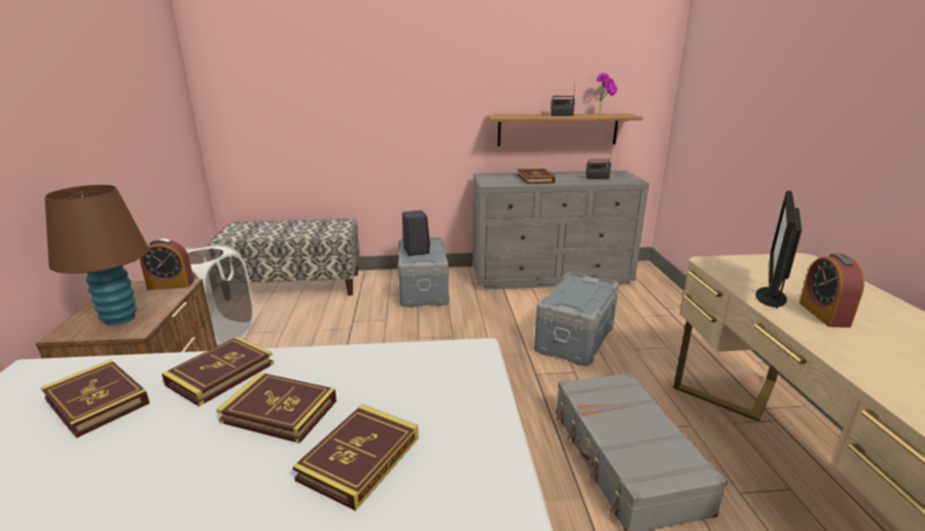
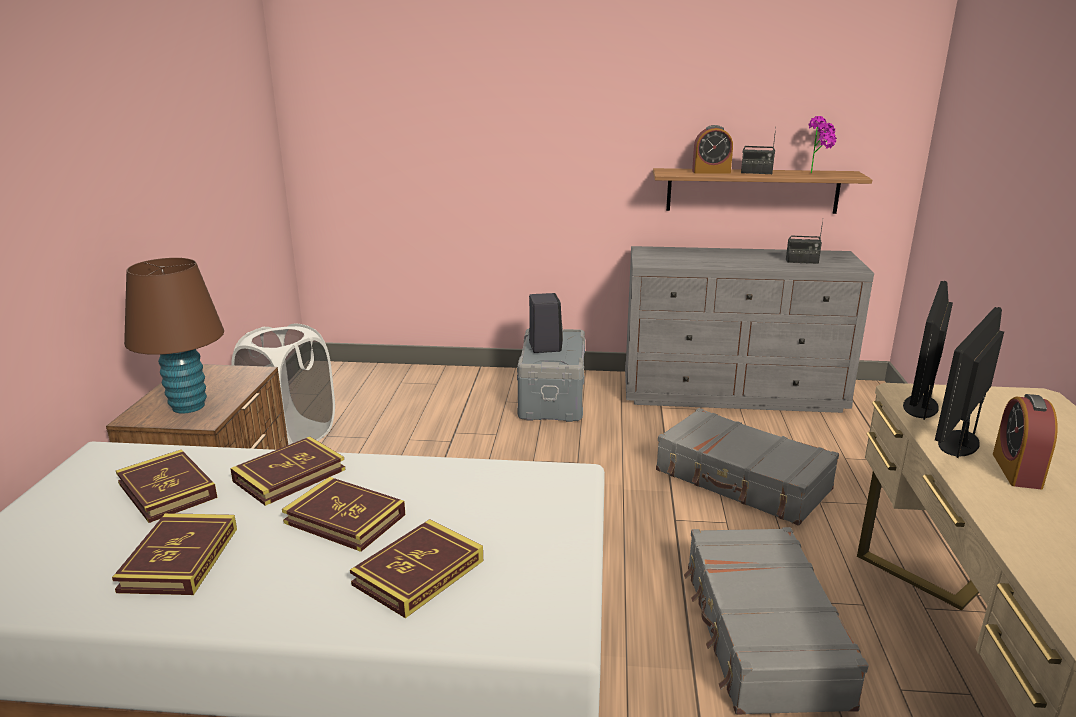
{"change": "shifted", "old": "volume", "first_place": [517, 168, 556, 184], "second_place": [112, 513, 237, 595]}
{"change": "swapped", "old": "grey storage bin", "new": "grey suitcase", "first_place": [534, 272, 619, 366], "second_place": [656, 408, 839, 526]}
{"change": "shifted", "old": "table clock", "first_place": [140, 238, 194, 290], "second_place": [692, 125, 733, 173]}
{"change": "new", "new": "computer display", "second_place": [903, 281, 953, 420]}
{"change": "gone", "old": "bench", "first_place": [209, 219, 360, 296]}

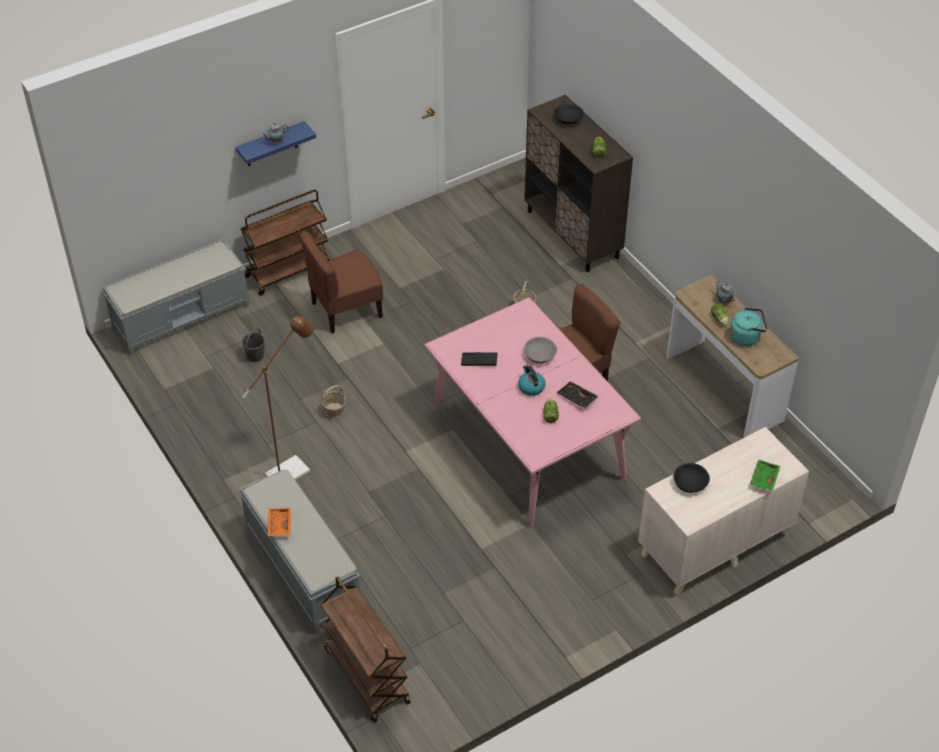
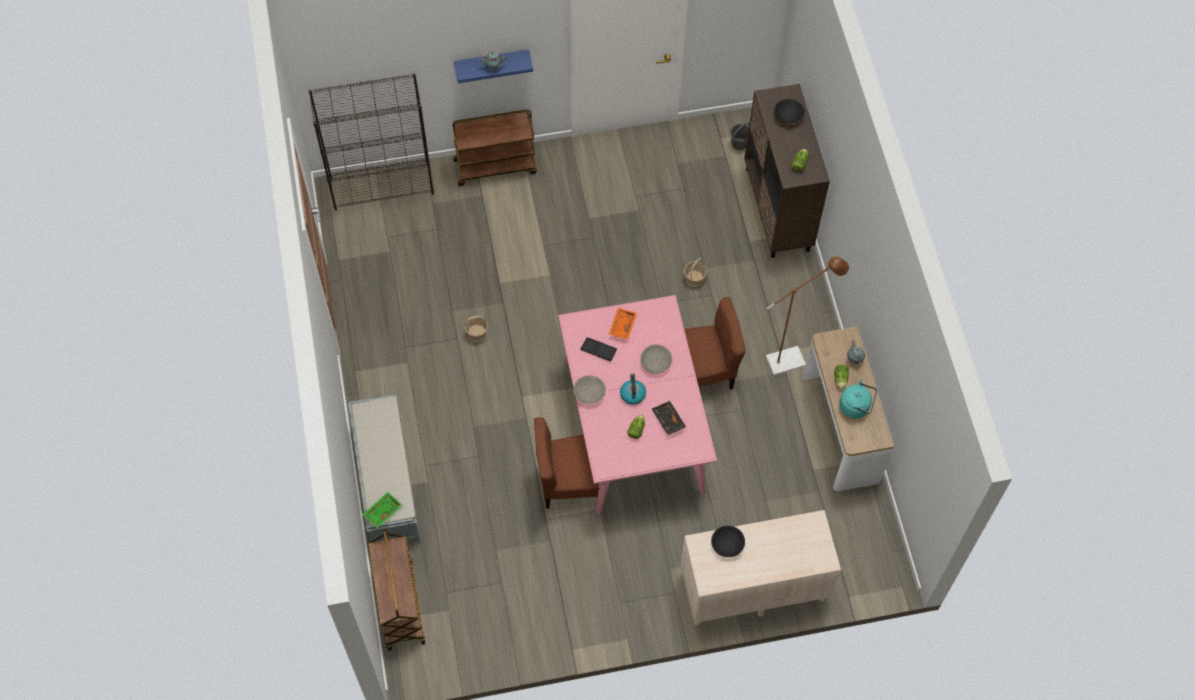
{"change": "swapped", "old": "grey bench", "new": "blackish shelving unit", "first_place": [102, 239, 249, 356], "second_place": [309, 74, 434, 211]}
{"change": "shifted", "old": "green-coloured serving tray", "first_place": [750, 459, 781, 491], "second_place": [362, 492, 402, 528]}
{"change": "shifted", "old": "brown-coloured upright chair", "first_place": [300, 232, 383, 333], "second_place": [534, 417, 600, 509]}
{"change": "new", "new": "grey deep dish", "second_place": [573, 376, 606, 404]}
{"change": "shifted", "old": "orange serving tray", "first_place": [267, 508, 291, 536], "second_place": [608, 308, 637, 340]}
{"change": "shifted", "old": "grey water bucket", "first_place": [242, 328, 265, 362], "second_place": [730, 122, 750, 150]}
{"change": "shifted", "old": "brown-coloured standard lamp", "first_place": [242, 316, 314, 480], "second_place": [766, 256, 849, 375]}

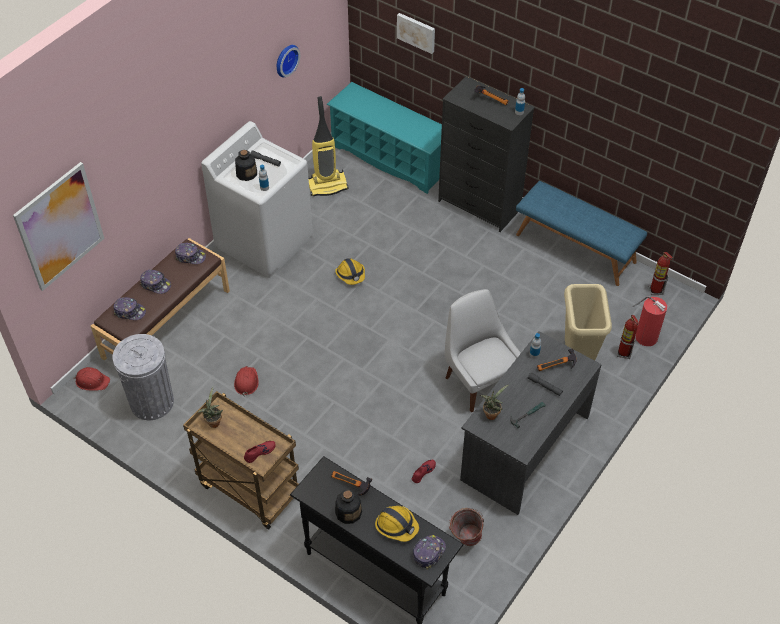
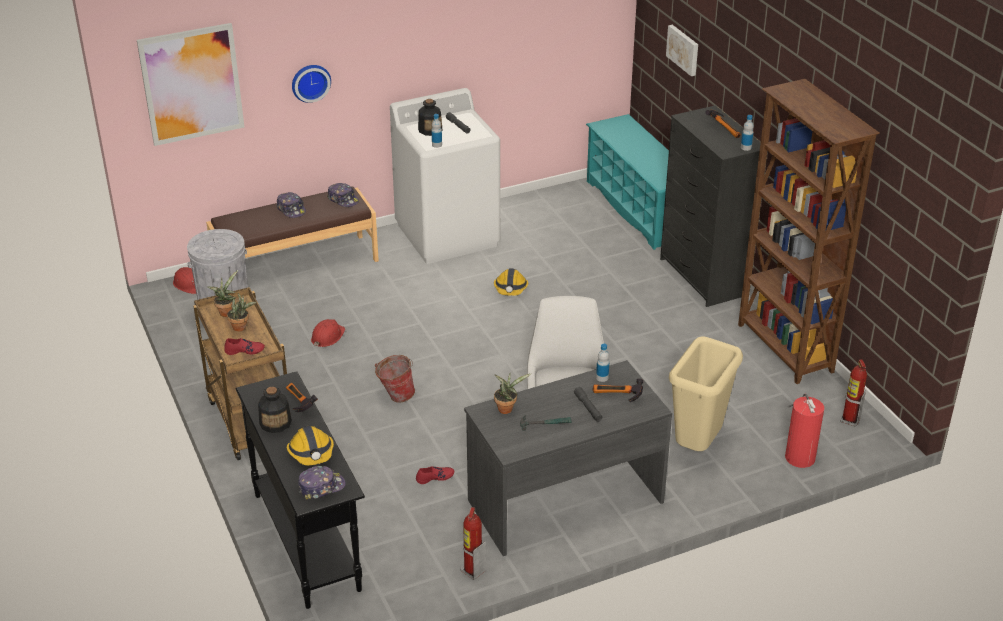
{"change": "new", "new": "plant in a pot", "second_place": [227, 293, 256, 332]}
{"change": "shifted", "old": "wall clock", "first_place": [277, 45, 300, 77], "second_place": [292, 65, 331, 103]}
{"change": "shifted", "old": "water bucket", "first_place": [449, 508, 484, 546], "second_place": [375, 355, 415, 402]}
{"change": "shifted", "old": "extinguisher", "first_place": [617, 315, 639, 359], "second_place": [460, 507, 486, 580]}
{"change": "swapped", "old": "blue bench", "new": "brown-coloured shelving unit", "first_place": [516, 181, 647, 286], "second_place": [738, 79, 880, 384]}
{"change": "gone", "old": "peaked cap", "first_place": [114, 297, 146, 320]}
{"change": "gone", "old": "vacuum cleaner", "first_place": [309, 96, 349, 196]}

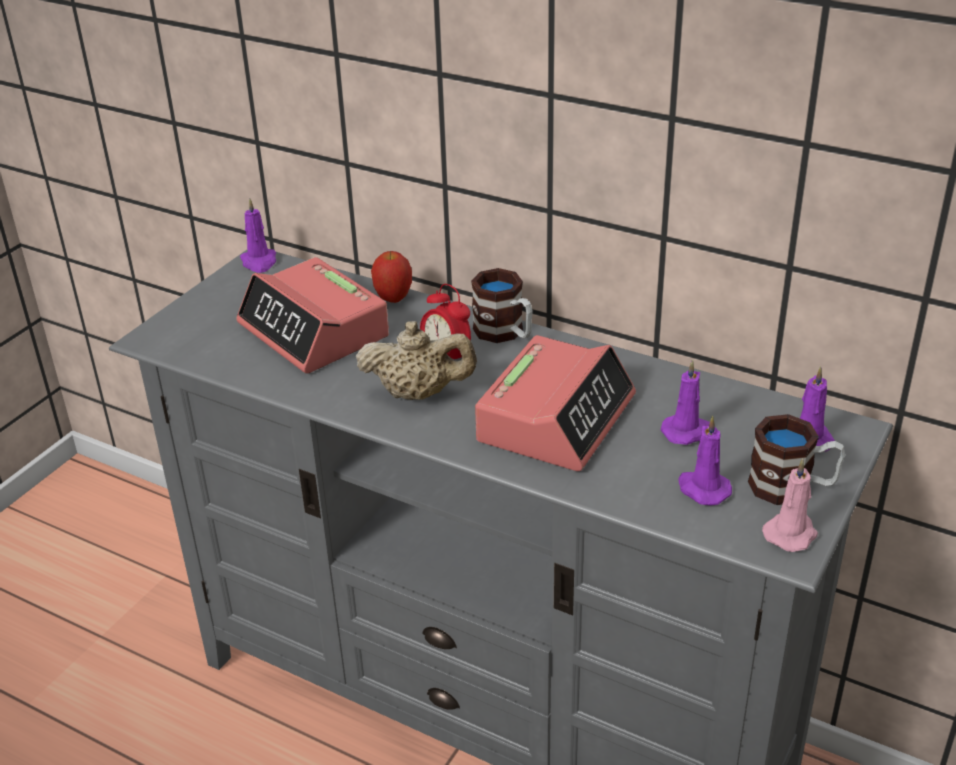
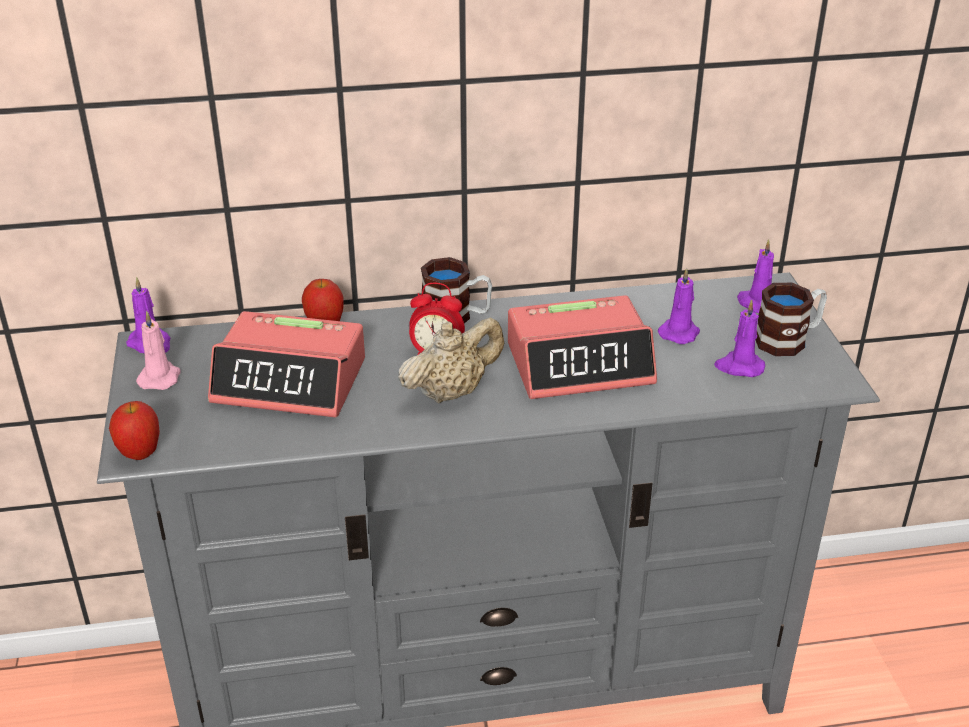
{"change": "new", "new": "apple fruit", "second_place": [109, 401, 160, 460]}
{"change": "shifted", "old": "pink-coloured candle", "first_place": [762, 459, 818, 552], "second_place": [136, 311, 181, 390]}
{"change": "rotated", "old": "table clock", "first_place": [475, 335, 636, 471], "second_place": [508, 295, 657, 399], "degrees": 90}

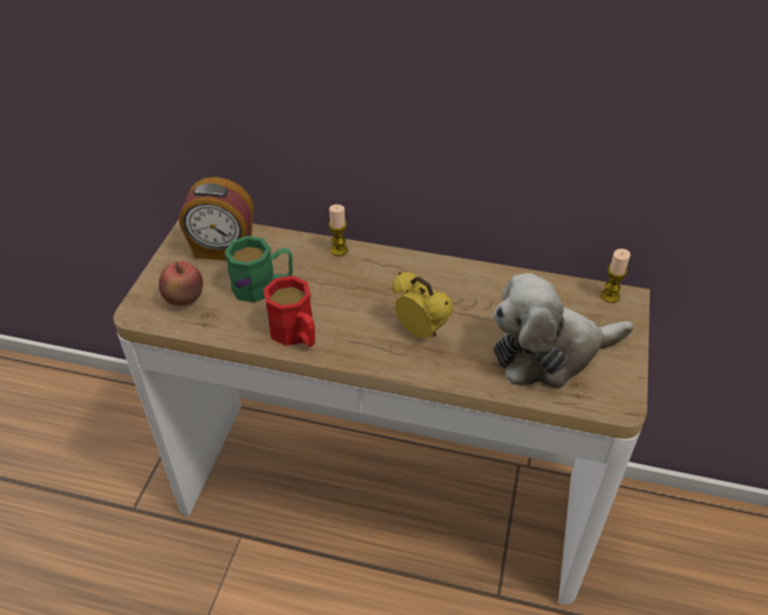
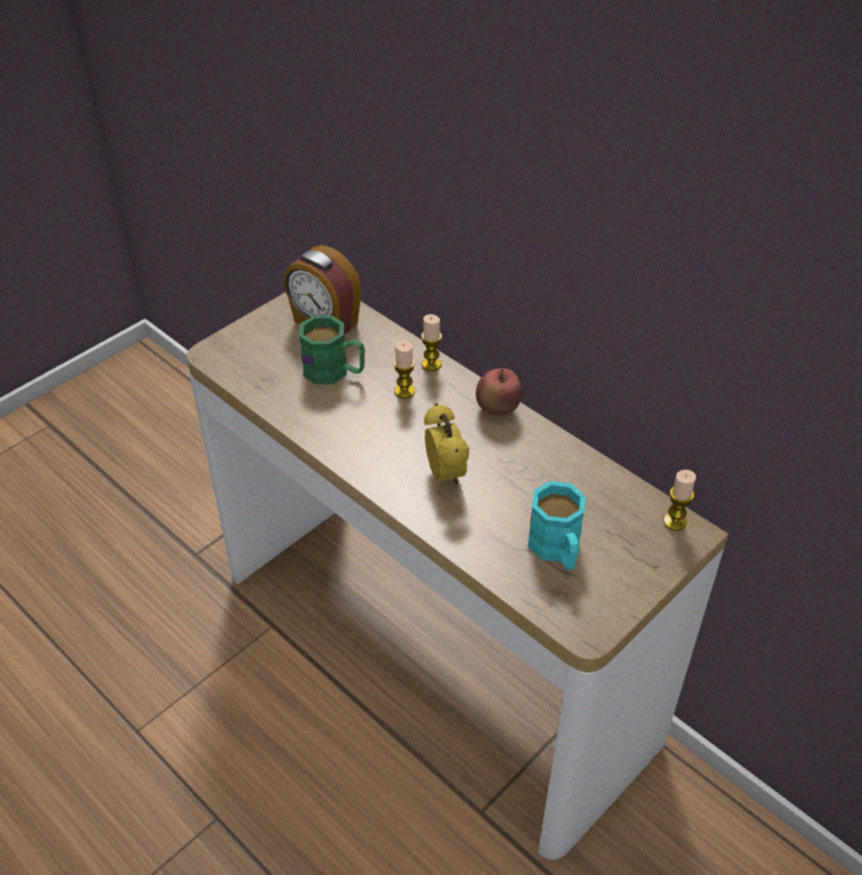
{"change": "new", "new": "candle", "second_place": [394, 340, 415, 399]}
{"change": "shifted", "old": "apple fruit", "first_place": [159, 261, 203, 306], "second_place": [476, 368, 523, 416]}
{"change": "swapped", "old": "cuddly toy", "new": "turquoise-coloured coffee mug", "first_place": [493, 273, 634, 388], "second_place": [528, 481, 586, 570]}
{"change": "gone", "old": "red-coloured coffee mug", "first_place": [263, 276, 315, 347]}

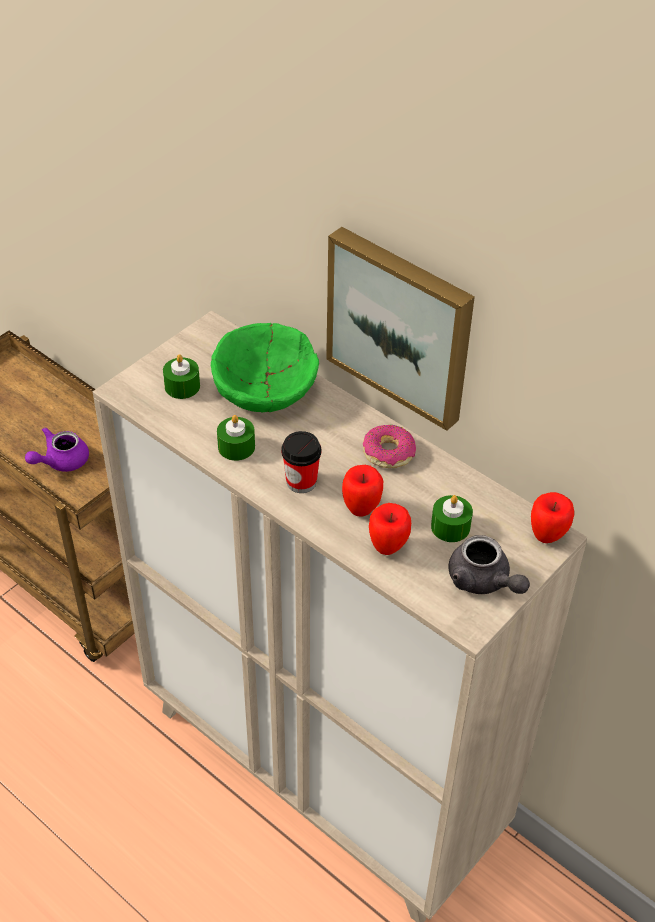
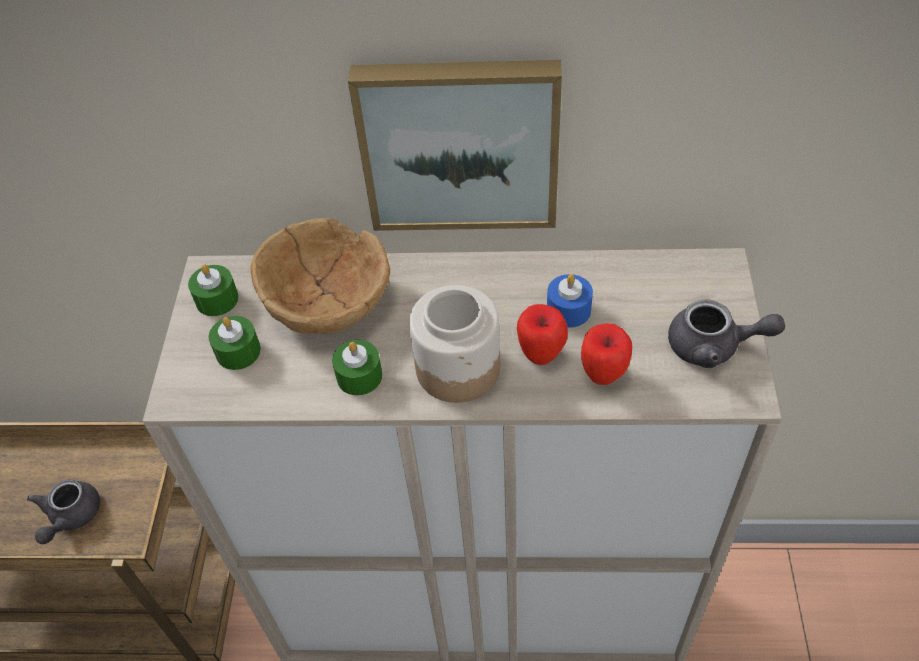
{"change": "repainted", "old": "purple-coloured pot for tea", "new": "grey pot for tea", "first_place": [25, 427, 89, 472], "second_place": [27, 479, 100, 544]}
{"change": "shifted", "old": "green-coloured candle", "first_place": [431, 495, 473, 542], "second_place": [188, 264, 239, 316]}
{"change": "repainted", "old": "green-coloured deep dish", "new": "brown-coloured deep dish", "first_place": [211, 323, 319, 412], "second_place": [250, 218, 390, 334]}
{"change": "swapped", "old": "small cup", "new": "storage jar", "first_place": [281, 431, 321, 493], "second_place": [409, 285, 500, 403]}
{"change": "new", "new": "blue candle", "second_place": [547, 274, 593, 328]}
{"change": "gone", "old": "doughnut", "first_place": [363, 425, 416, 468]}
{"change": "gone", "old": "apple fruit", "first_place": [531, 492, 574, 543]}

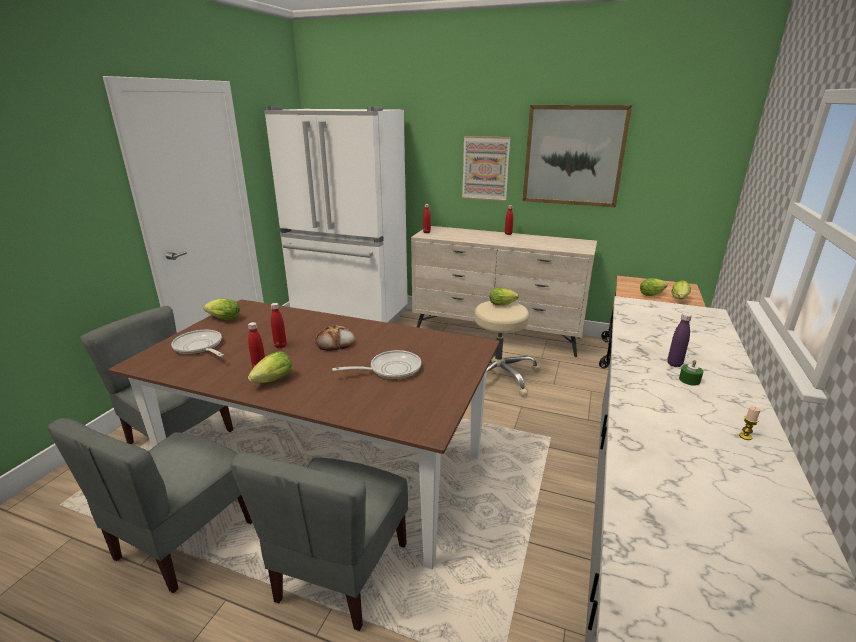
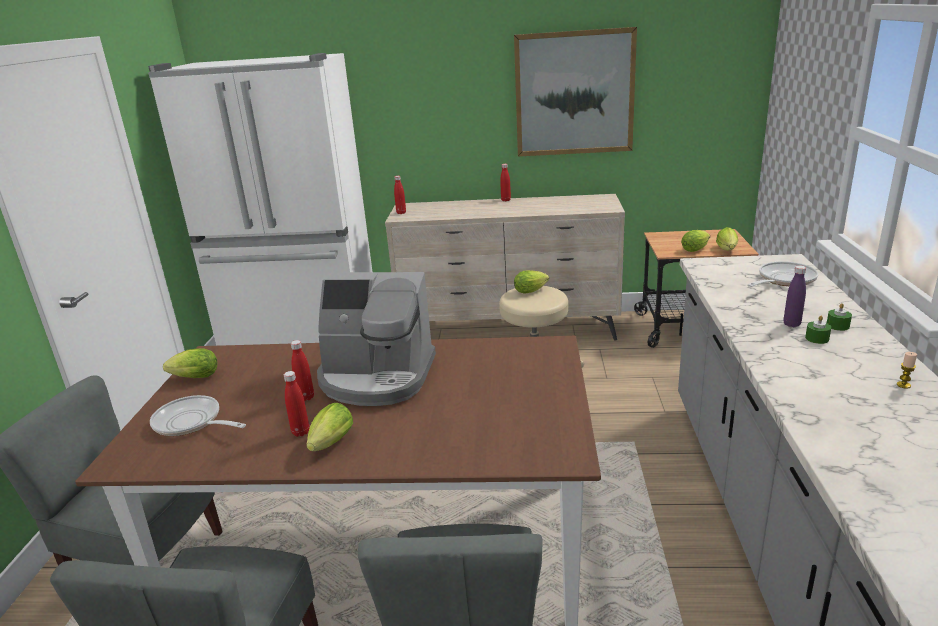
{"change": "swapped", "old": "bakery bread", "new": "coffee maker", "first_place": [315, 324, 355, 351], "second_place": [317, 272, 436, 406]}
{"change": "shifted", "old": "frying pan", "first_place": [332, 350, 421, 379], "second_place": [747, 261, 818, 287]}
{"change": "new", "new": "green-coloured candle", "second_place": [827, 303, 852, 331]}
{"change": "gone", "old": "wall art", "first_place": [462, 136, 511, 201]}

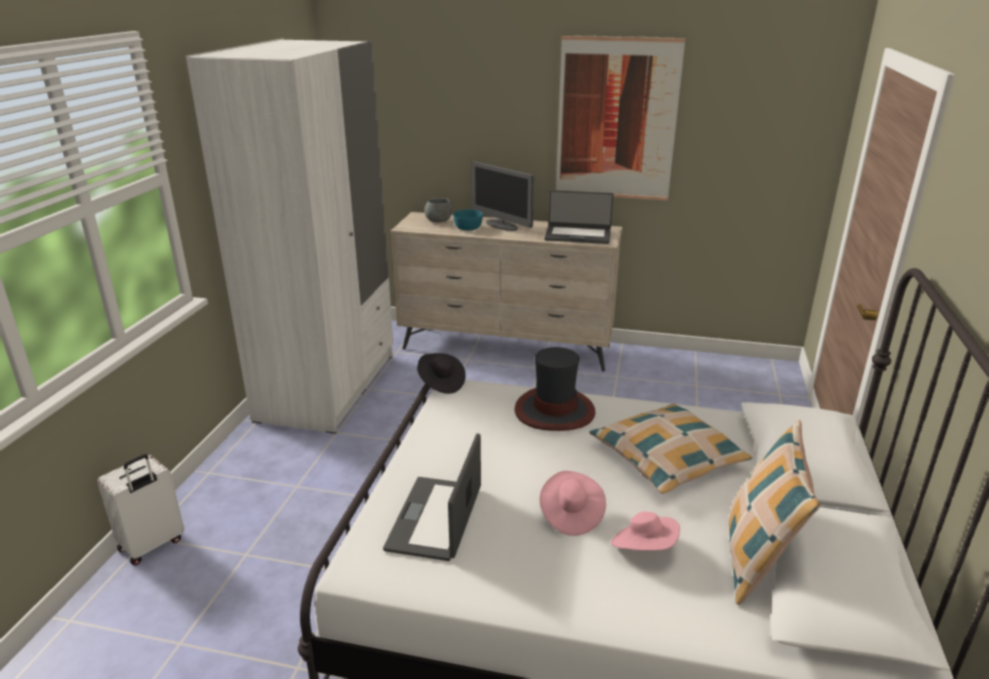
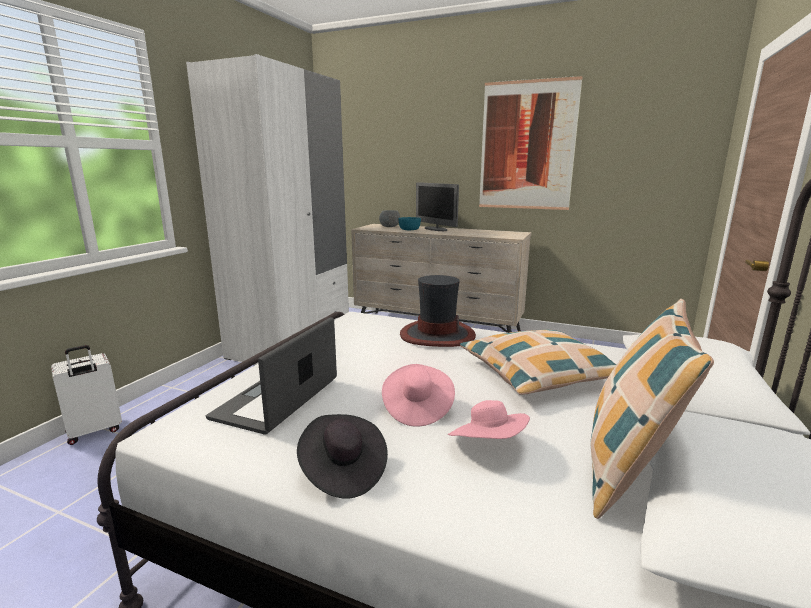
{"change": "shifted", "old": "blackish wearable hat", "first_place": [417, 353, 466, 394], "second_place": [297, 414, 388, 499]}
{"change": "gone", "old": "laptop", "first_place": [544, 190, 613, 244]}

